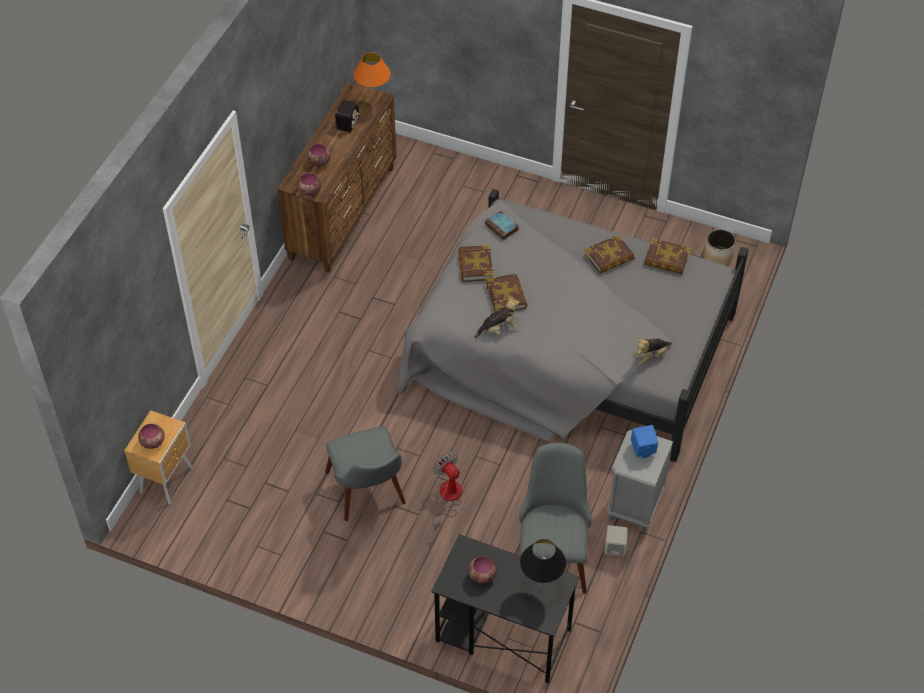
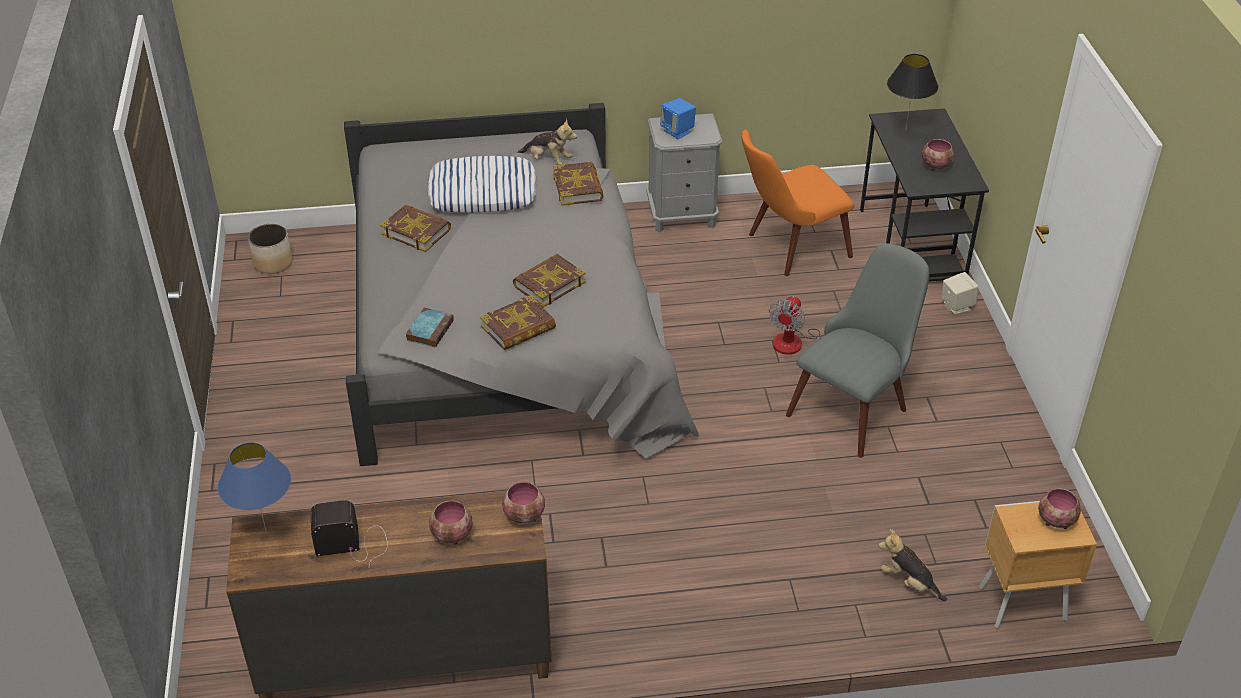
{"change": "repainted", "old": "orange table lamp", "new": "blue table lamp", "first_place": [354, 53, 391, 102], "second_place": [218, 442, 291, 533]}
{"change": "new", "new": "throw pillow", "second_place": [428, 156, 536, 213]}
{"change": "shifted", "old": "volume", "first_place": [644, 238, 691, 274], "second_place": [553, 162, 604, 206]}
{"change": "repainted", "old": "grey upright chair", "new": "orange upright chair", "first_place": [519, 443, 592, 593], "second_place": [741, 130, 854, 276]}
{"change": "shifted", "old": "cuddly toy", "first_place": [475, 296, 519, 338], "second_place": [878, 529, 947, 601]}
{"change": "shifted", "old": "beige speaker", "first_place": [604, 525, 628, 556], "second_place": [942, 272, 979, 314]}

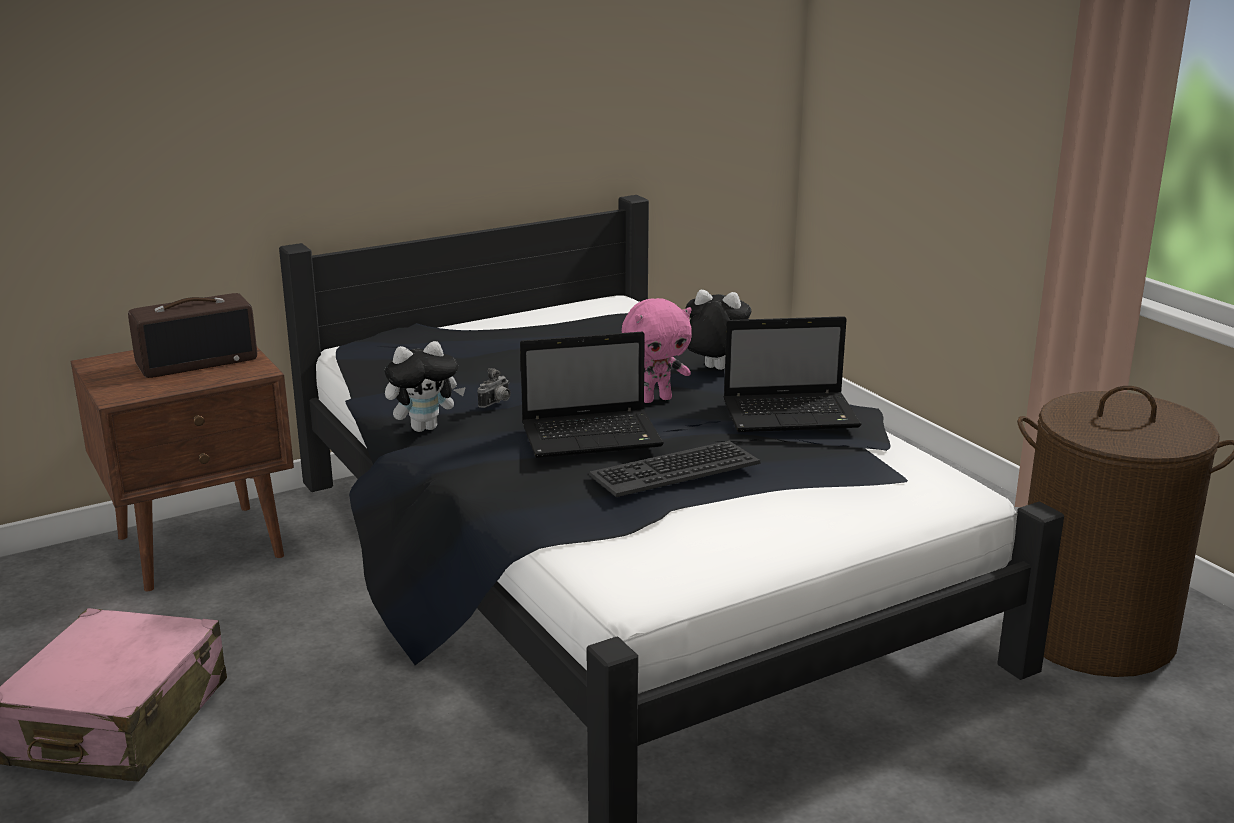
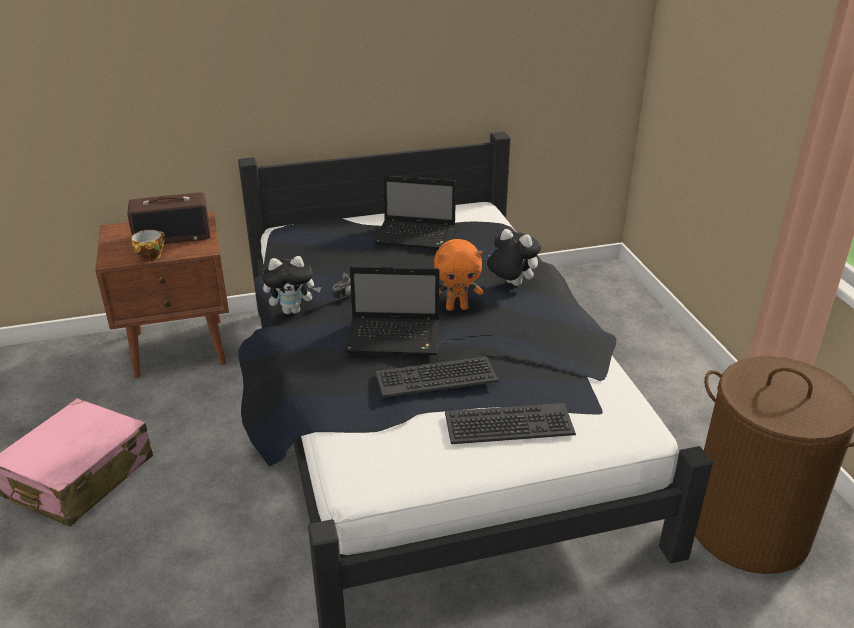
{"change": "new", "new": "small cup", "second_place": [132, 230, 165, 261]}
{"change": "shifted", "old": "laptop", "first_place": [724, 316, 862, 432], "second_place": [374, 175, 456, 249]}
{"change": "repainted", "old": "pink-coloured cuddly toy", "new": "orange cuddly toy", "first_place": [622, 298, 692, 403], "second_place": [434, 239, 484, 311]}
{"change": "new", "new": "keyboard", "second_place": [445, 403, 576, 444]}

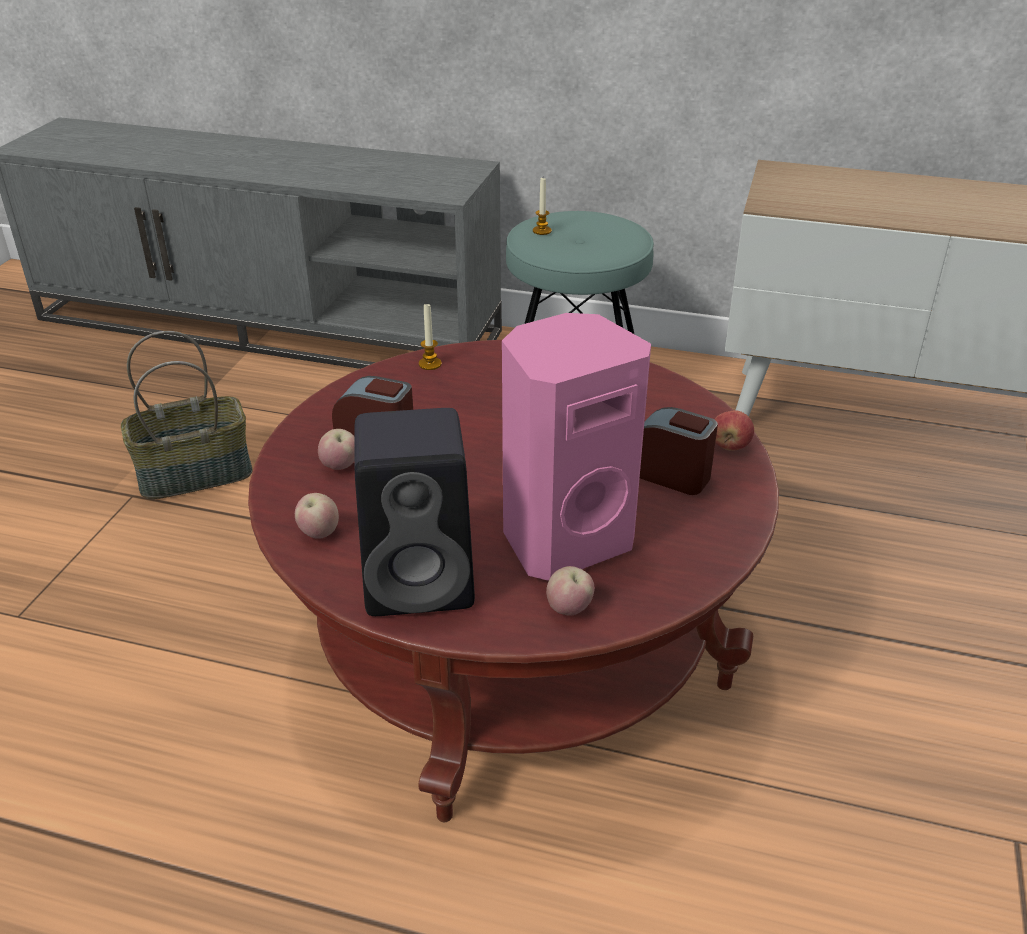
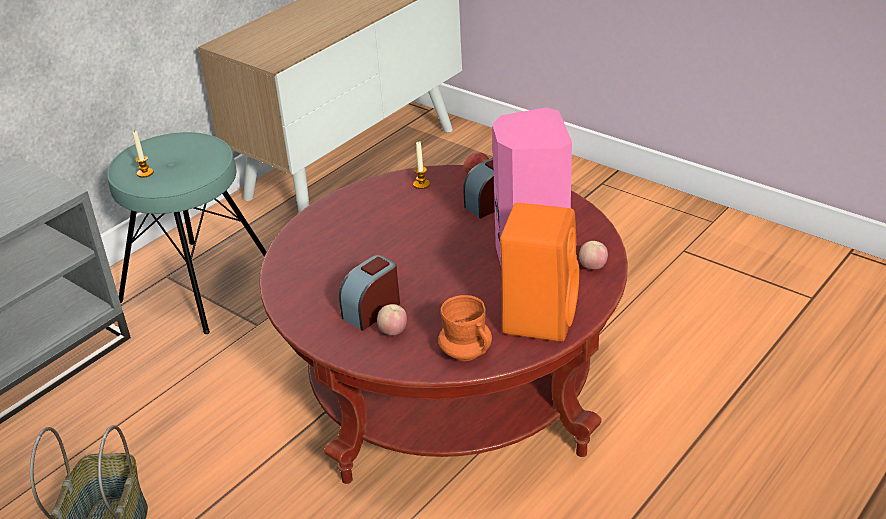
{"change": "shifted", "old": "candle", "first_place": [419, 304, 442, 370], "second_place": [413, 141, 430, 189]}
{"change": "swapped", "old": "apple fruit", "new": "orange coffee mug", "first_place": [295, 493, 339, 539], "second_place": [438, 295, 492, 361]}
{"change": "repainted", "old": "blackish speaker", "new": "orange speaker", "first_place": [354, 408, 475, 616], "second_place": [500, 203, 579, 342]}

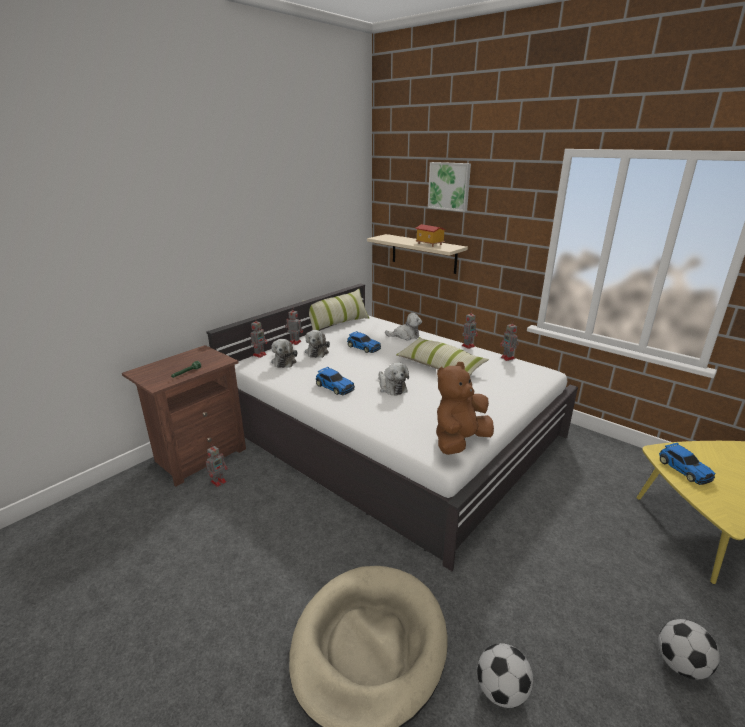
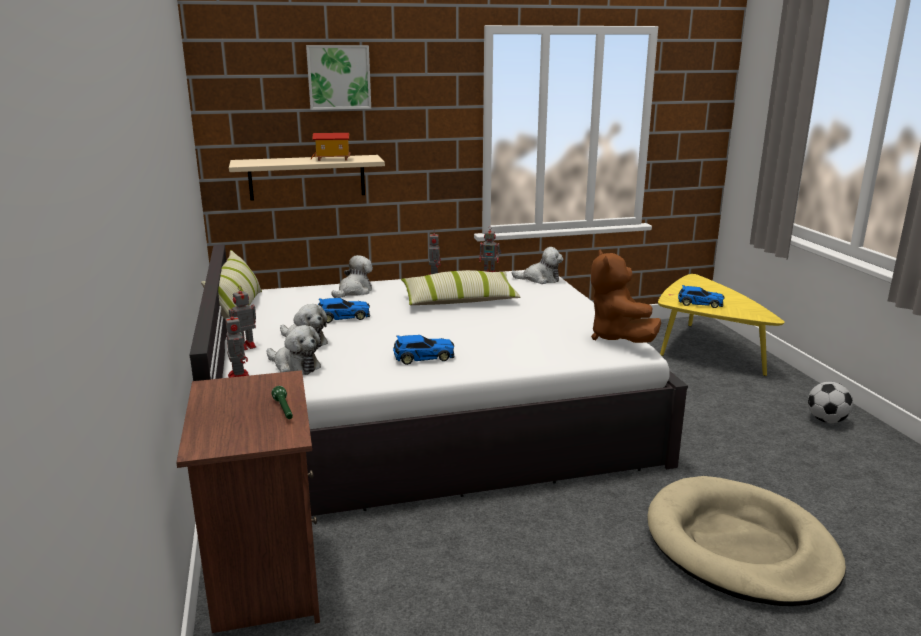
{"change": "shifted", "old": "cuddly toy", "first_place": [379, 362, 409, 396], "second_place": [512, 247, 563, 284]}
{"change": "gone", "old": "model robot", "first_place": [206, 444, 227, 487]}
{"change": "gone", "old": "football ball", "first_place": [477, 643, 533, 708]}

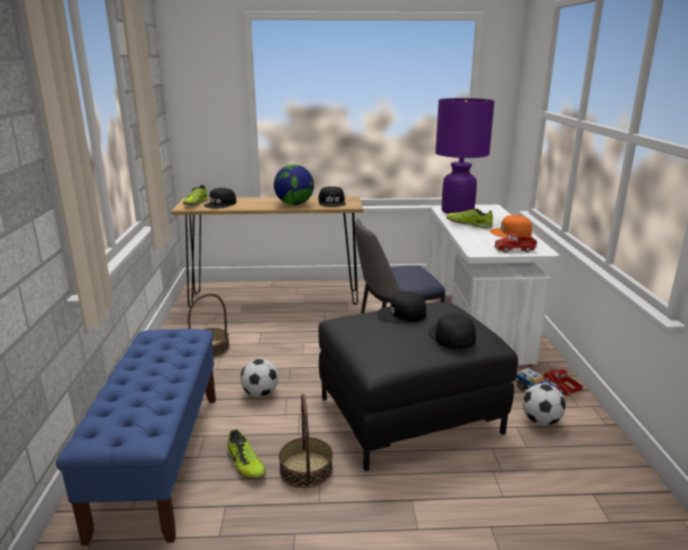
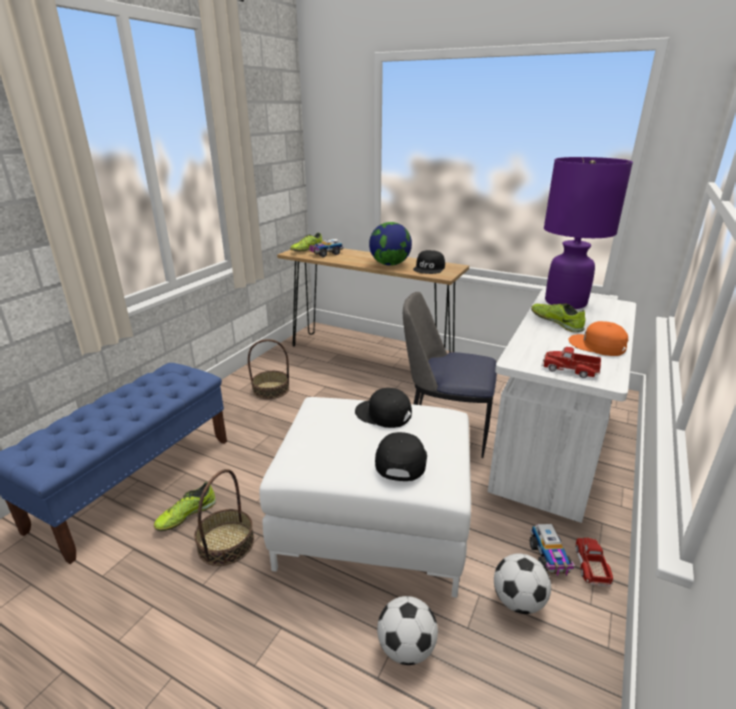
{"change": "rotated", "old": "item of footwear", "first_place": [227, 429, 266, 479], "second_place": [154, 482, 216, 531], "degrees": 45}
{"change": "repainted", "old": "blackish ottoman", "new": "white ottoman", "first_place": [318, 302, 518, 471], "second_place": [260, 397, 471, 598]}
{"change": "swapped", "old": "blackish peaked cap", "new": "model truck", "first_place": [204, 188, 237, 208], "second_place": [309, 239, 343, 257]}
{"change": "shifted", "old": "football ball", "first_place": [240, 359, 279, 397], "second_place": [377, 596, 438, 665]}

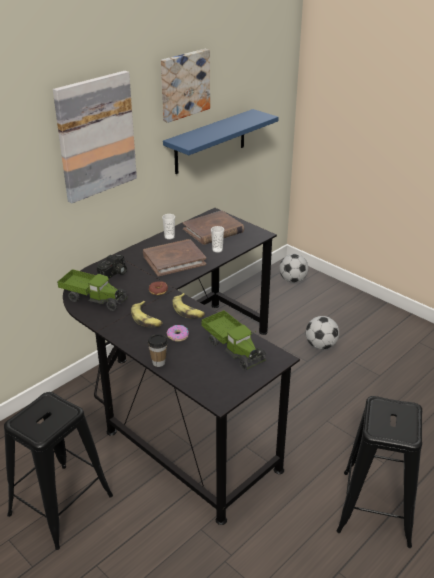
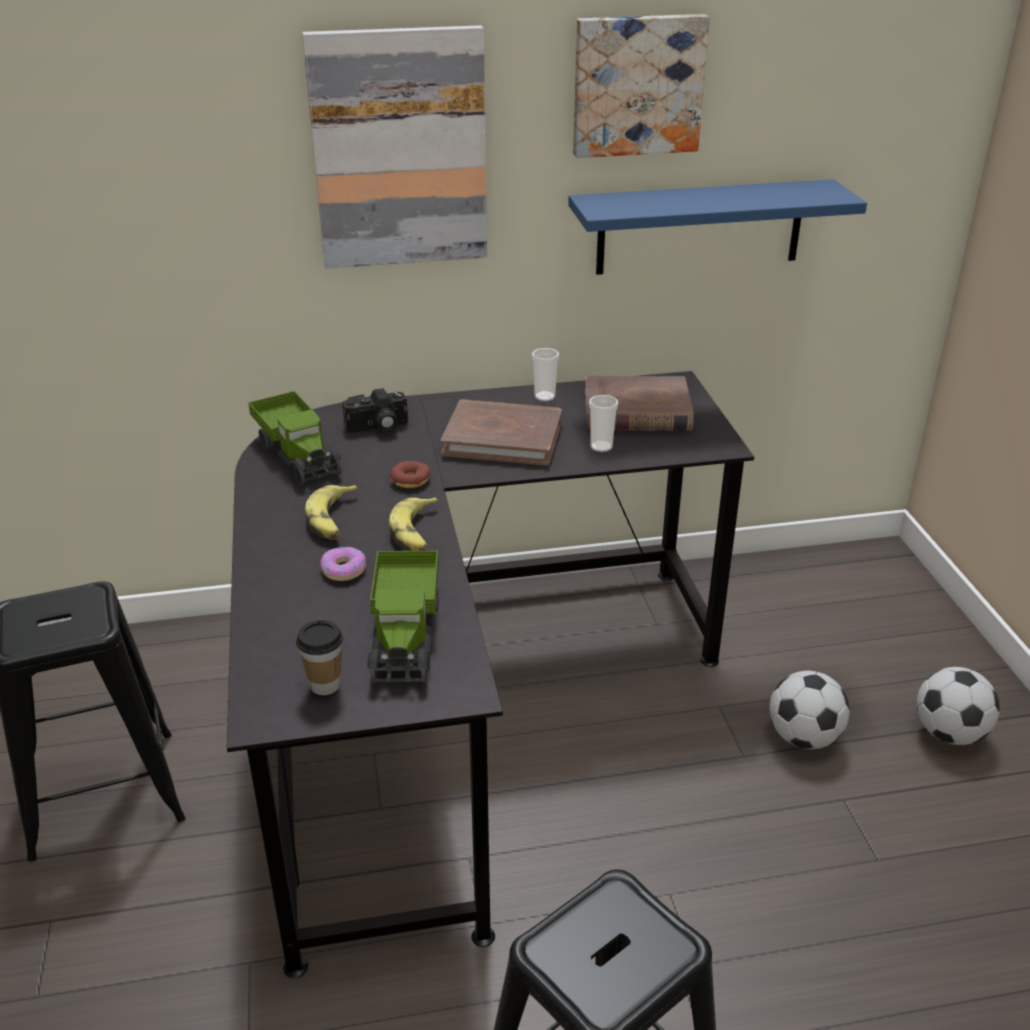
{"change": "shifted", "old": "small cup", "first_place": [148, 334, 168, 367], "second_place": [296, 620, 343, 695]}
{"change": "shifted", "old": "football ball", "first_place": [279, 254, 309, 283], "second_place": [917, 667, 1000, 745]}

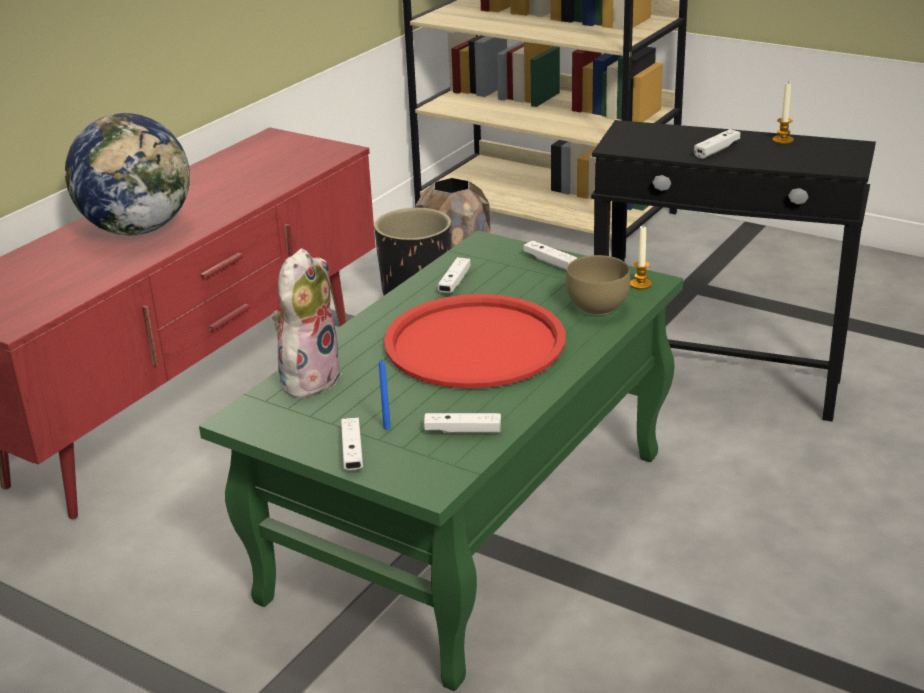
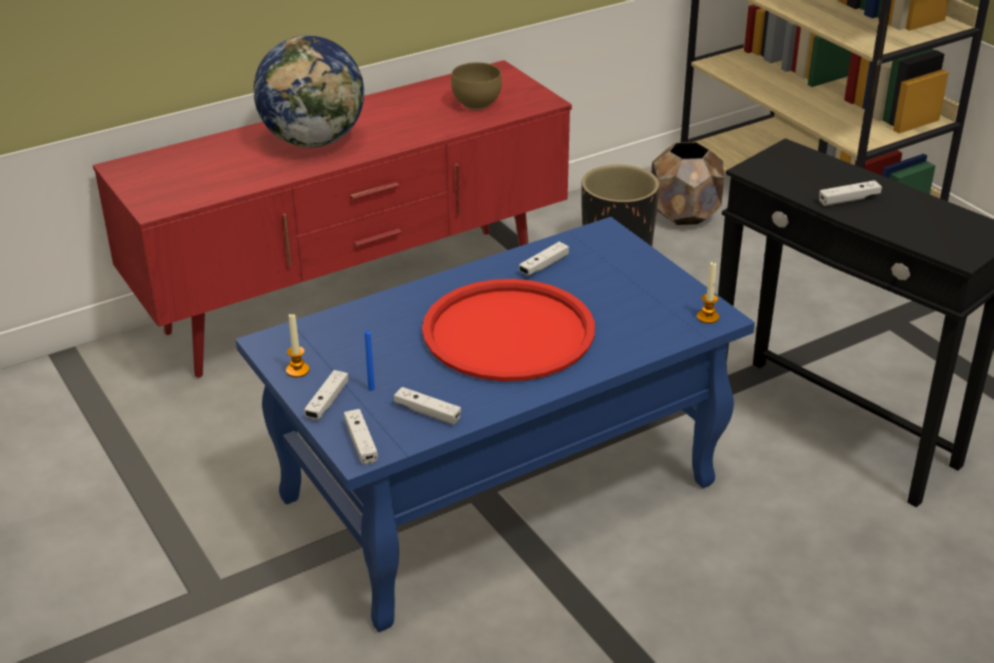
{"change": "repainted", "old": "green-coloured coffee table", "new": "blue coffee table", "first_place": [199, 231, 683, 691], "second_place": [236, 217, 755, 632]}
{"change": "shifted", "old": "candle", "first_place": [773, 81, 794, 144], "second_place": [286, 313, 310, 378]}
{"change": "shifted", "old": "white gamepad", "first_place": [523, 241, 577, 271], "second_place": [344, 409, 378, 464]}
{"change": "shifted", "old": "brown-coloured deep dish", "first_place": [566, 255, 630, 315], "second_place": [451, 62, 502, 110]}
{"change": "gone", "old": "cuddly toy", "first_place": [272, 248, 343, 398]}

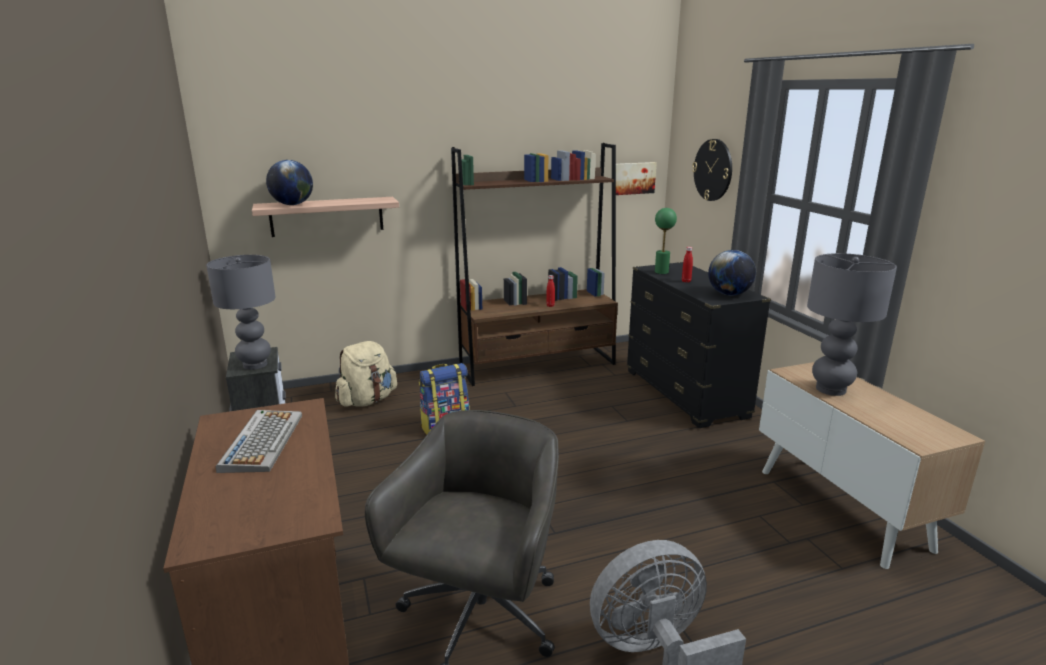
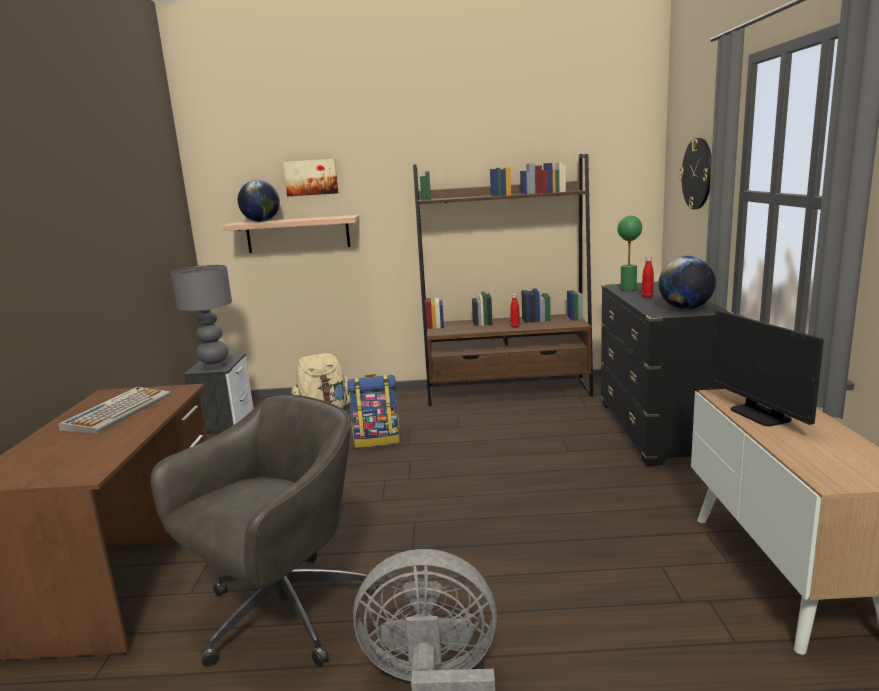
{"change": "shifted", "old": "wall art", "first_place": [616, 162, 657, 195], "second_place": [283, 159, 338, 196]}
{"change": "swapped", "old": "grey table lamp", "new": "computer display", "first_place": [807, 253, 897, 396], "second_place": [711, 311, 824, 426]}

